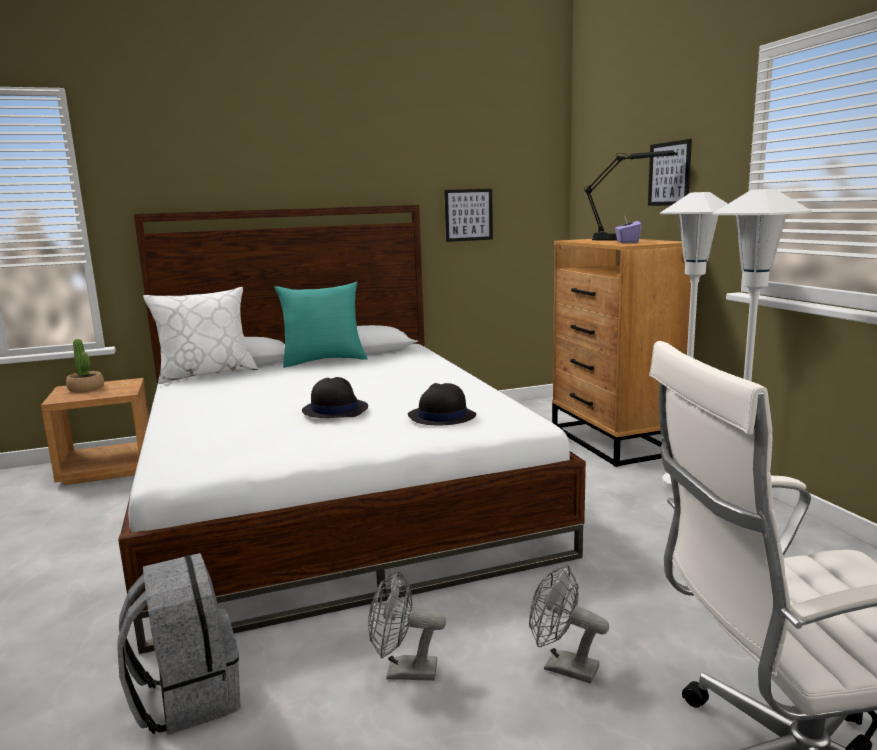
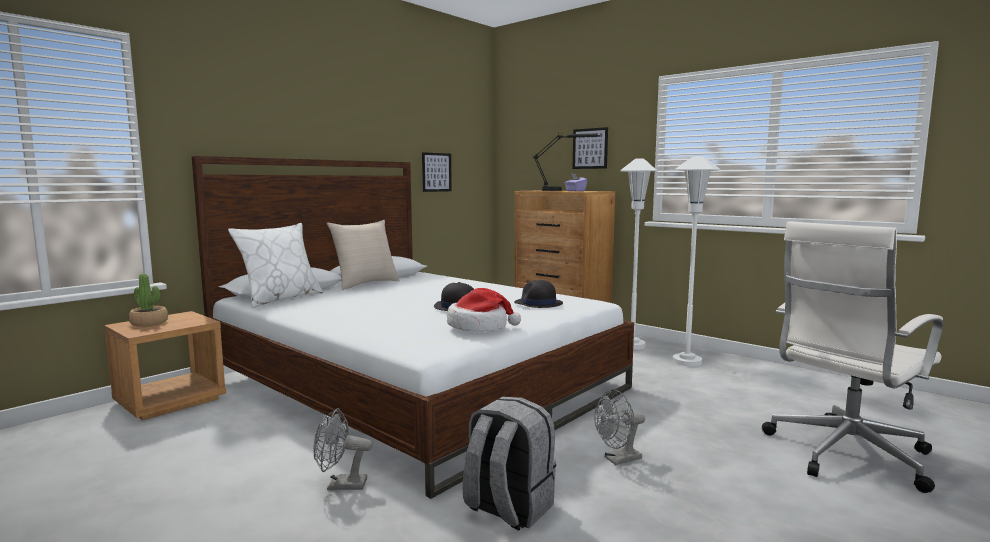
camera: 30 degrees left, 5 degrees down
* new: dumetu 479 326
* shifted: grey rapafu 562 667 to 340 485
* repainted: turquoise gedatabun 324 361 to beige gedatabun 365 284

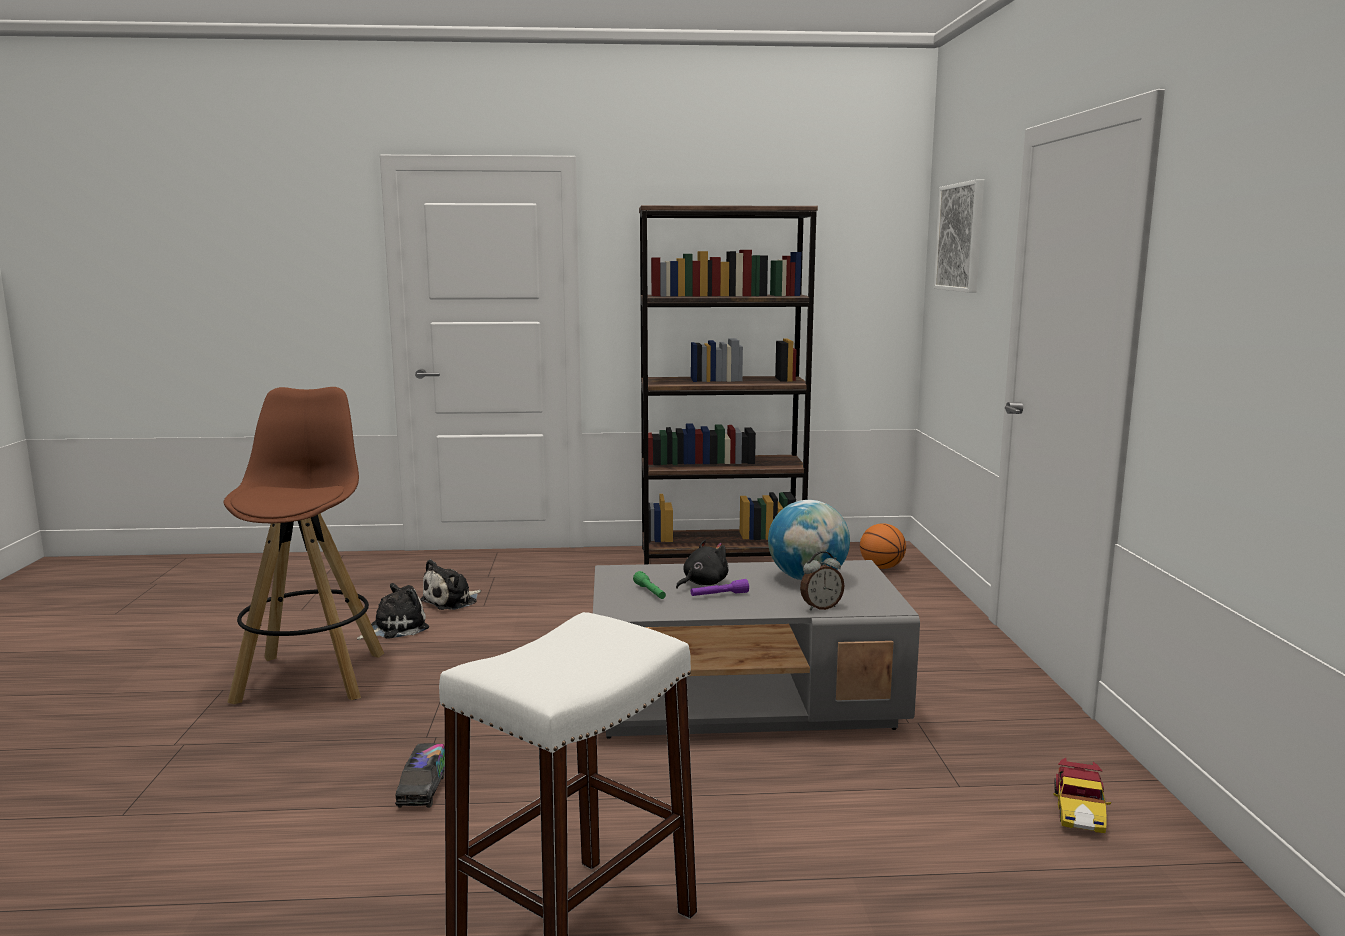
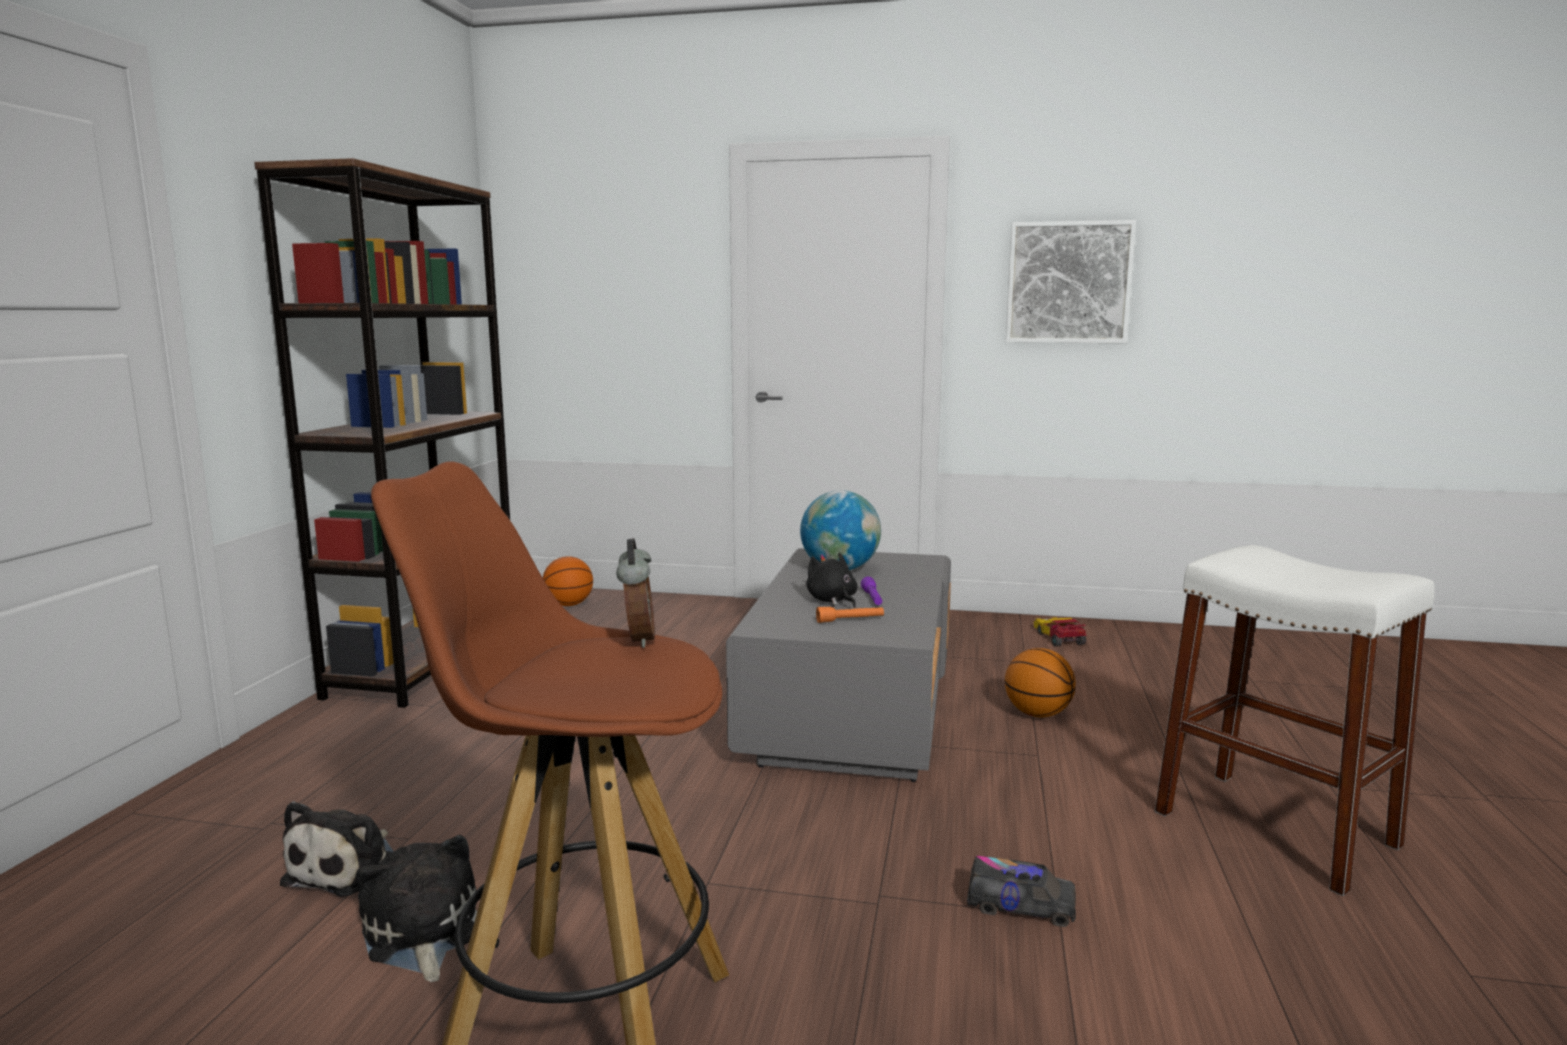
camera: 75 degrees left, 0 degrees up
* new: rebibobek 1037 714
* shifted: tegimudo 820 607 to 637 639
* shifted: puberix 961 237 to 1068 283
* repainted: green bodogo 650 592 to orange bodogo 850 620
* rotated: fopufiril 452 601 = 347 869 45 degrees clockwise
* rotated: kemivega 1079 811 = 1059 639 135 degrees counterclockwise

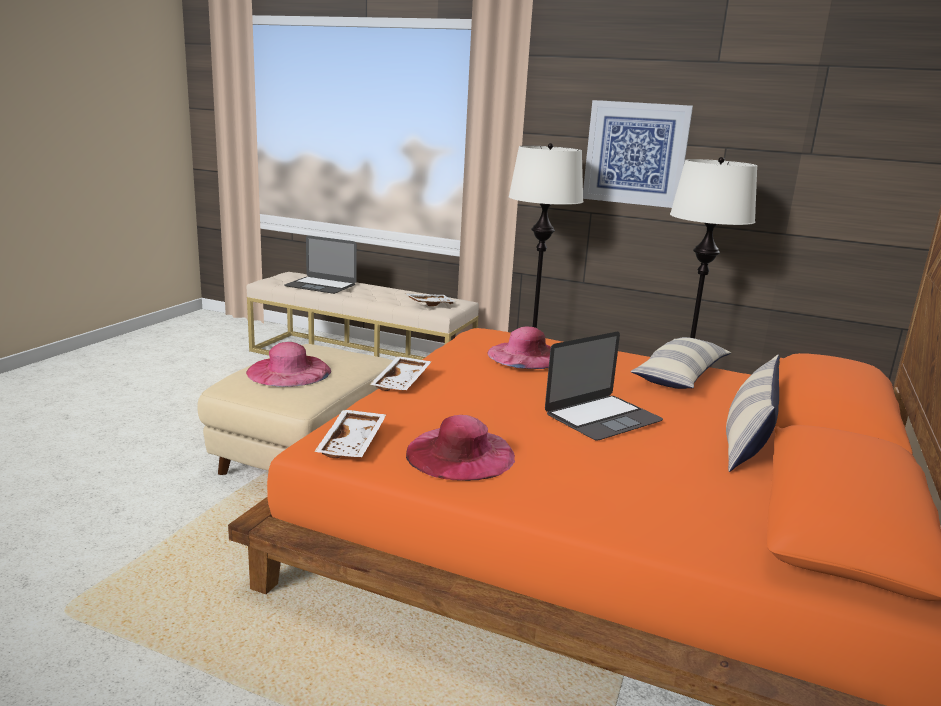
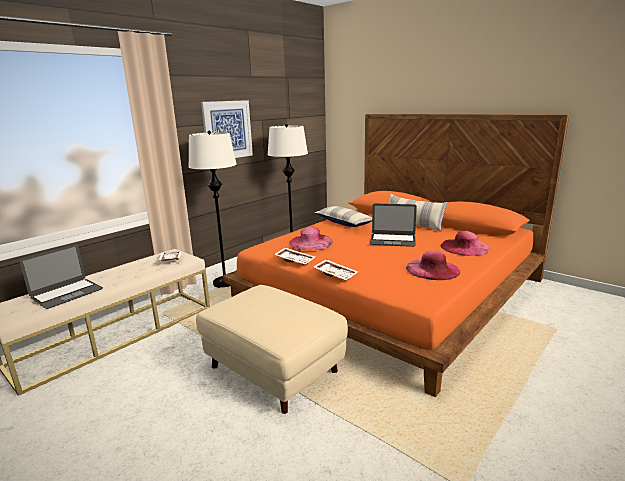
camera: 70 degrees left, 0 degrees up
* shifted: pink dumetu 289 371 to 464 247
* shifted: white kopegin 353 443 to 295 260
* rotated: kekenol 603 417 = 392 240 120 degrees clockwise

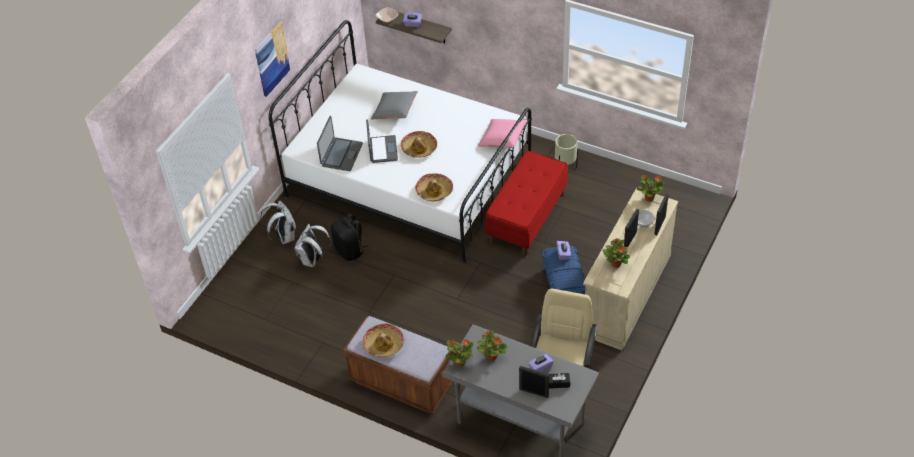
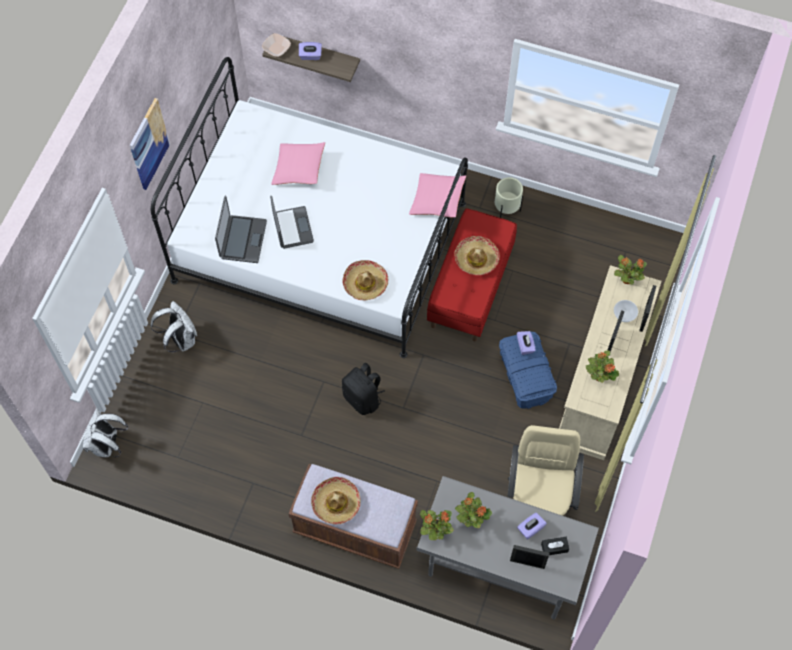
camera: 10 degrees left, 15 degrees up
* shifted: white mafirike 313 260 to 108 445
* shifted: black mafirike 350 250 to 363 398
* shifted: dumetu 419 148 to 476 259
* repainted: grey gedatabun 395 111 to pink gedatabun 299 169

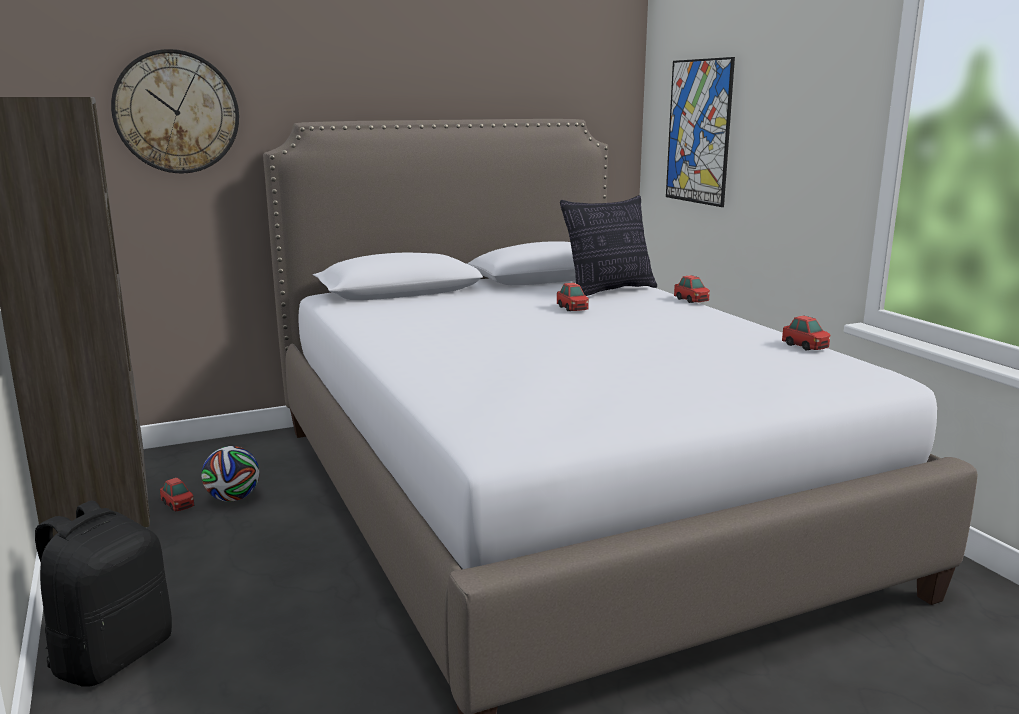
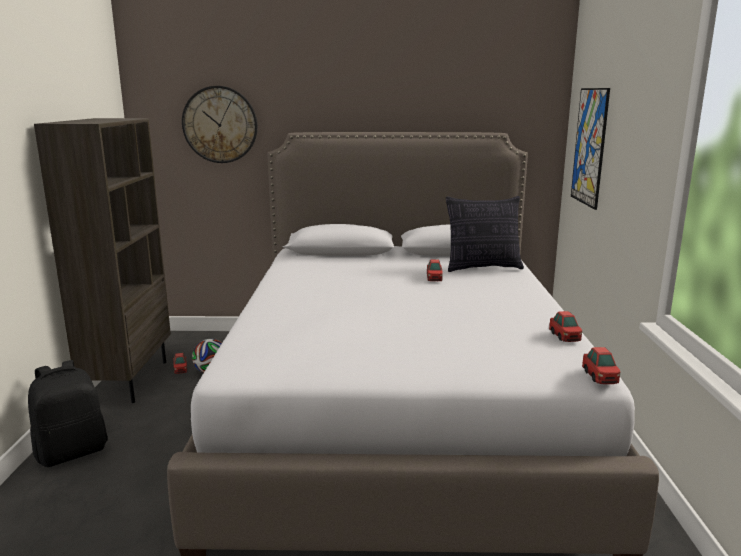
camera: 25 degrees right, 0 degrees up
* shifted: kemivega 691 300 to 600 377

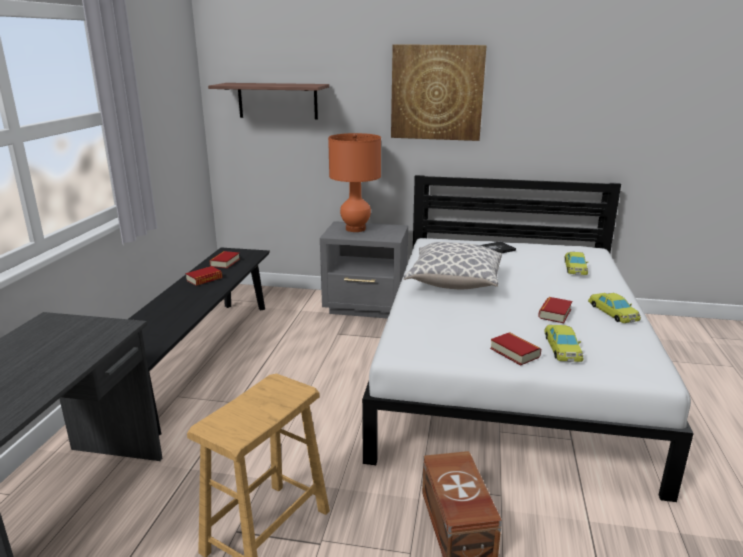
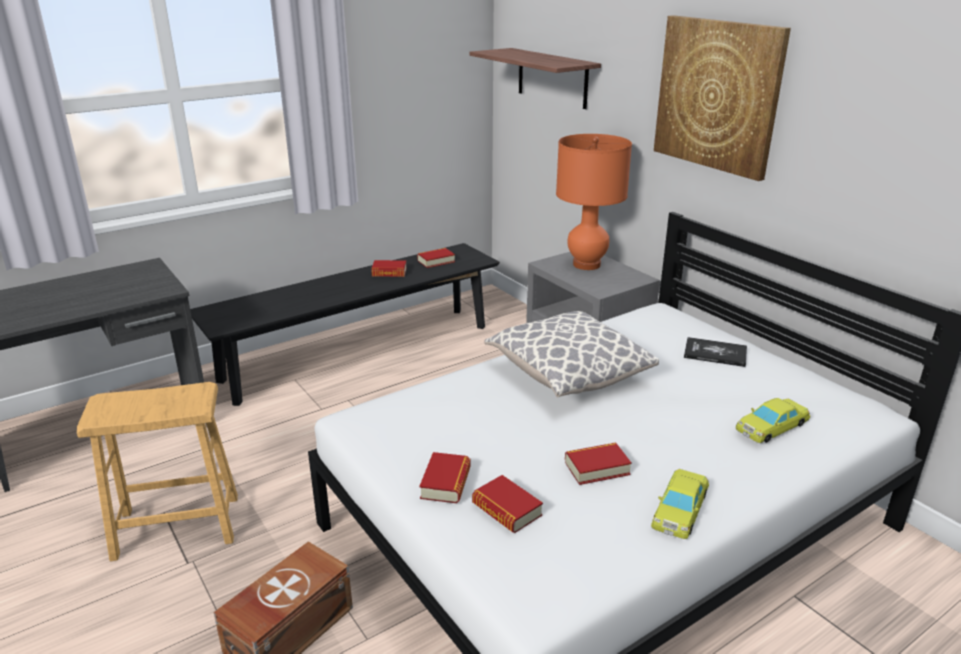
camera: 45 degrees right, 5 degrees up
* swapped: yellow kemivega 562 348 to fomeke 506 509

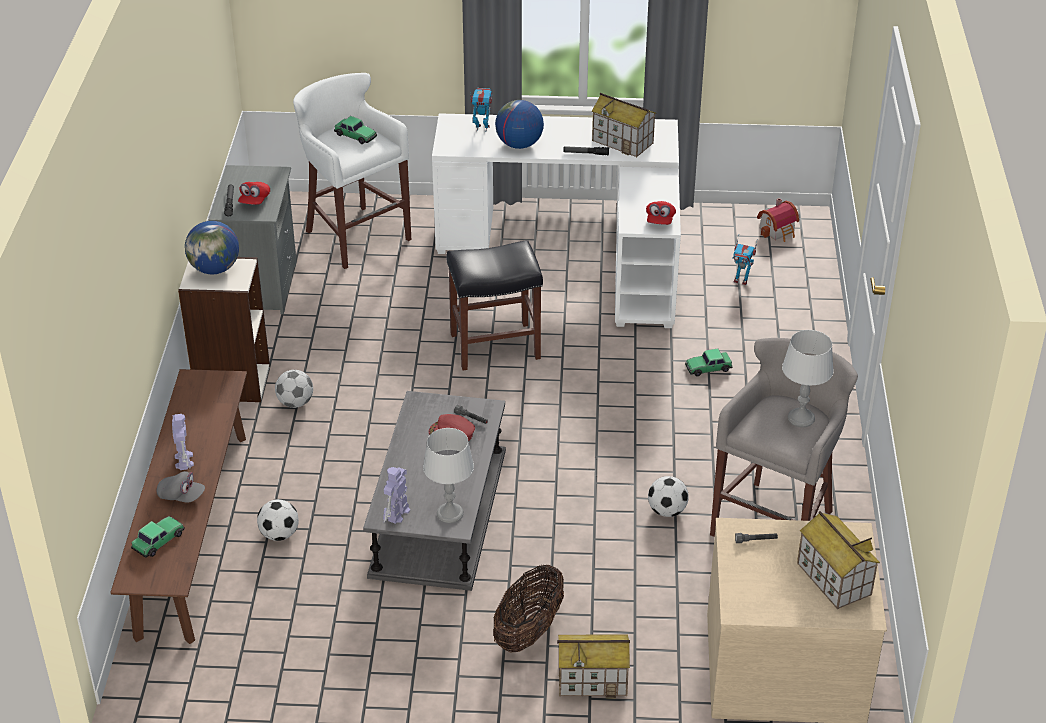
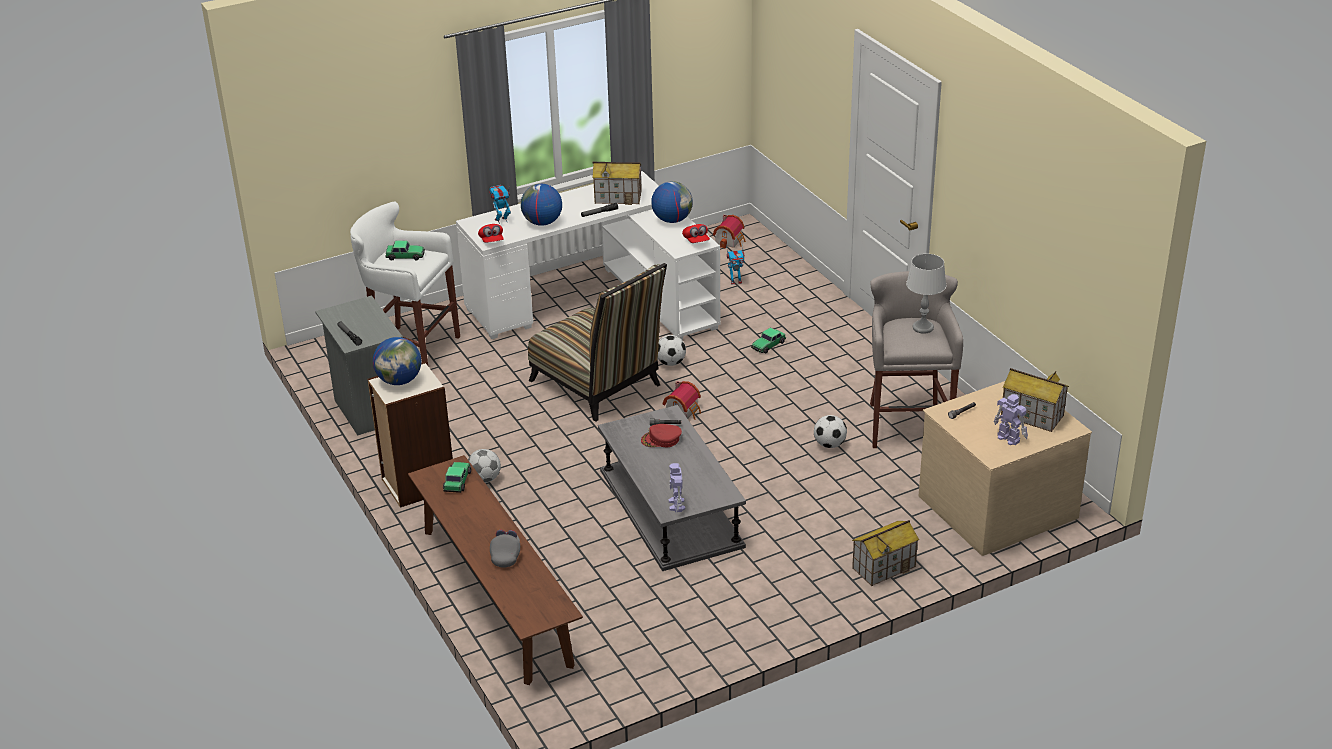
camera: 30 degrees left, 5 degrees down
* gone: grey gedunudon 450 514
* gone: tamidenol 528 631
* new: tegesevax 672 220
* new: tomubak 684 411
* shifted: kemivega 158 540 to 457 481
* shifted: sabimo 184 460 to 1008 438
* shifted: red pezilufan 254 201 to 491 241
* shifted: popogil 279 534 to 670 363
* swapped: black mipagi 494 347 to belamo 600 386
* rotated: grey pezilufan 181 496 = 506 555 75 degrees counterclockwise

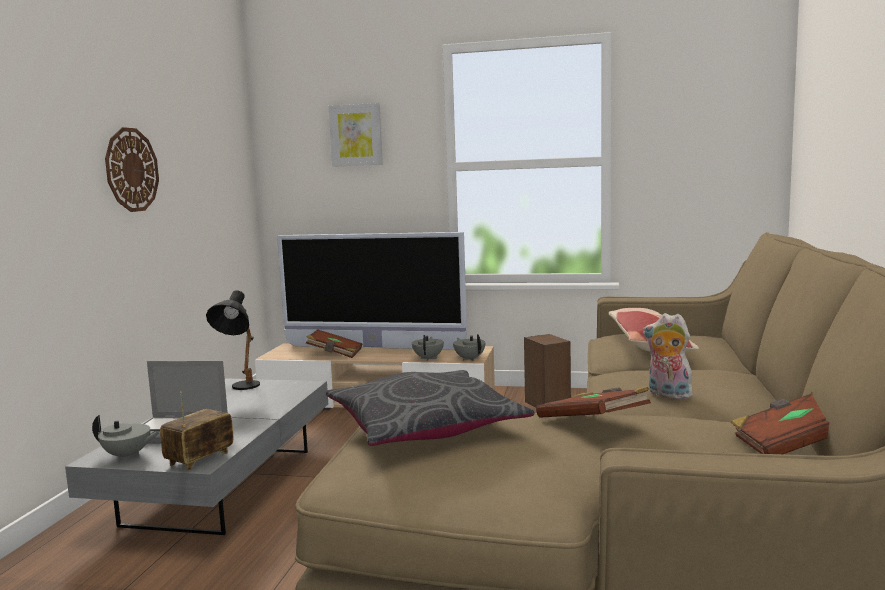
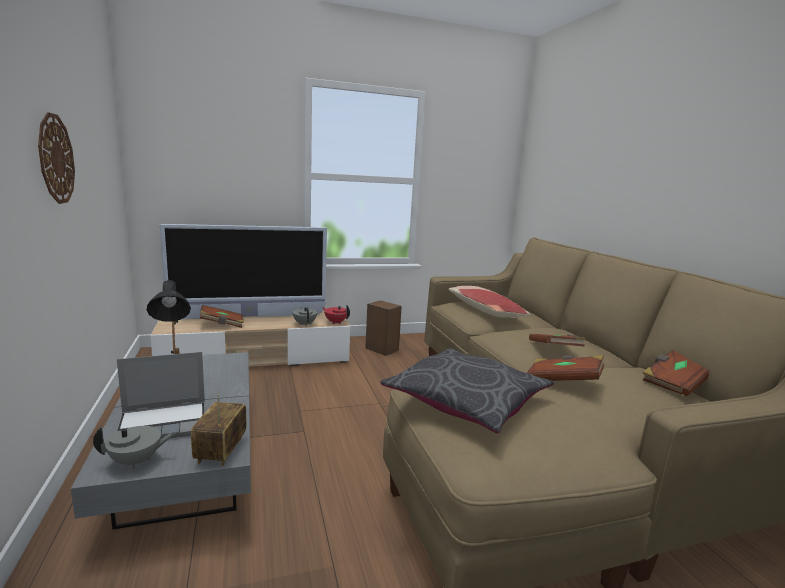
camera: 30 degrees left, 5 degrees up
* gone: puberix 356 135
* swapped: fopufiril 667 395 to brown fomeke 555 351
* repainted: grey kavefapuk 469 359 to red kavefapuk 336 322

